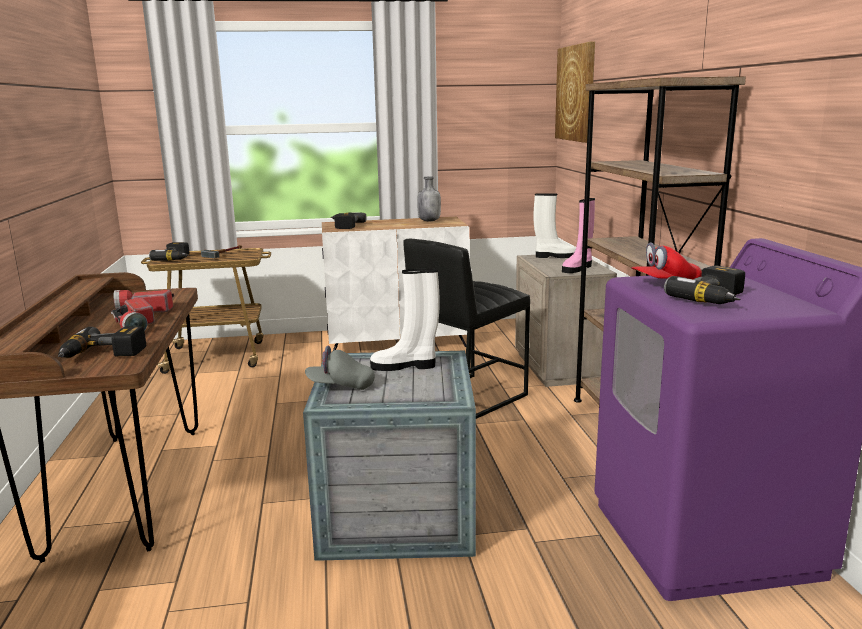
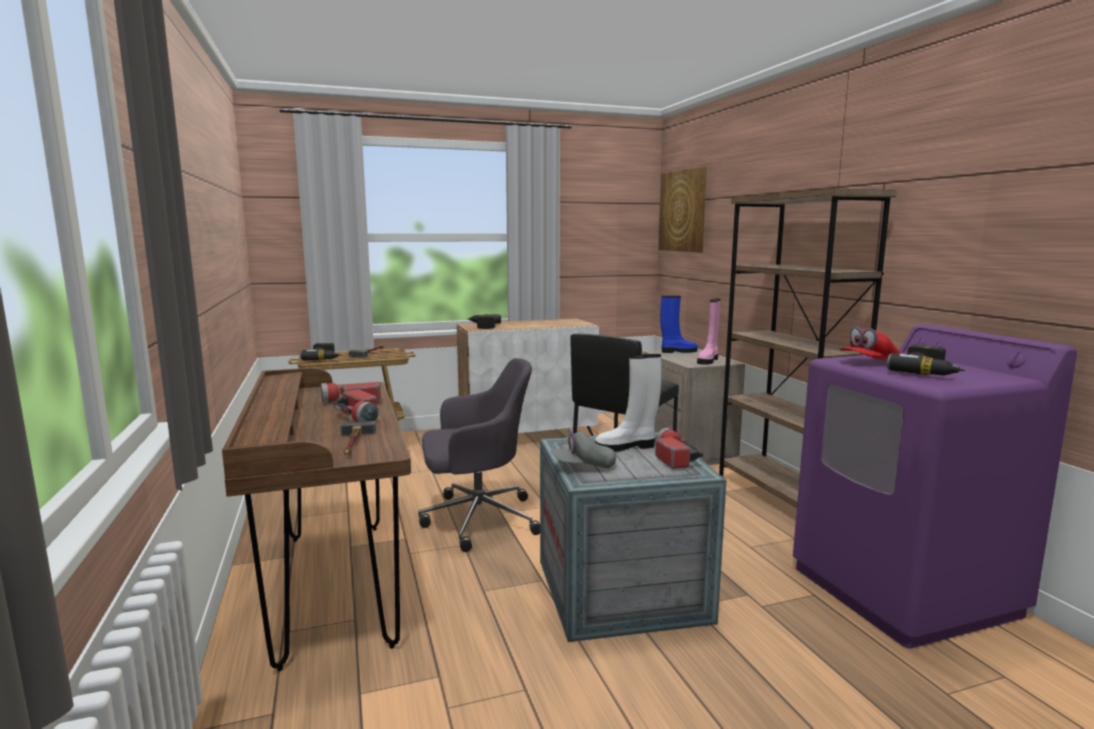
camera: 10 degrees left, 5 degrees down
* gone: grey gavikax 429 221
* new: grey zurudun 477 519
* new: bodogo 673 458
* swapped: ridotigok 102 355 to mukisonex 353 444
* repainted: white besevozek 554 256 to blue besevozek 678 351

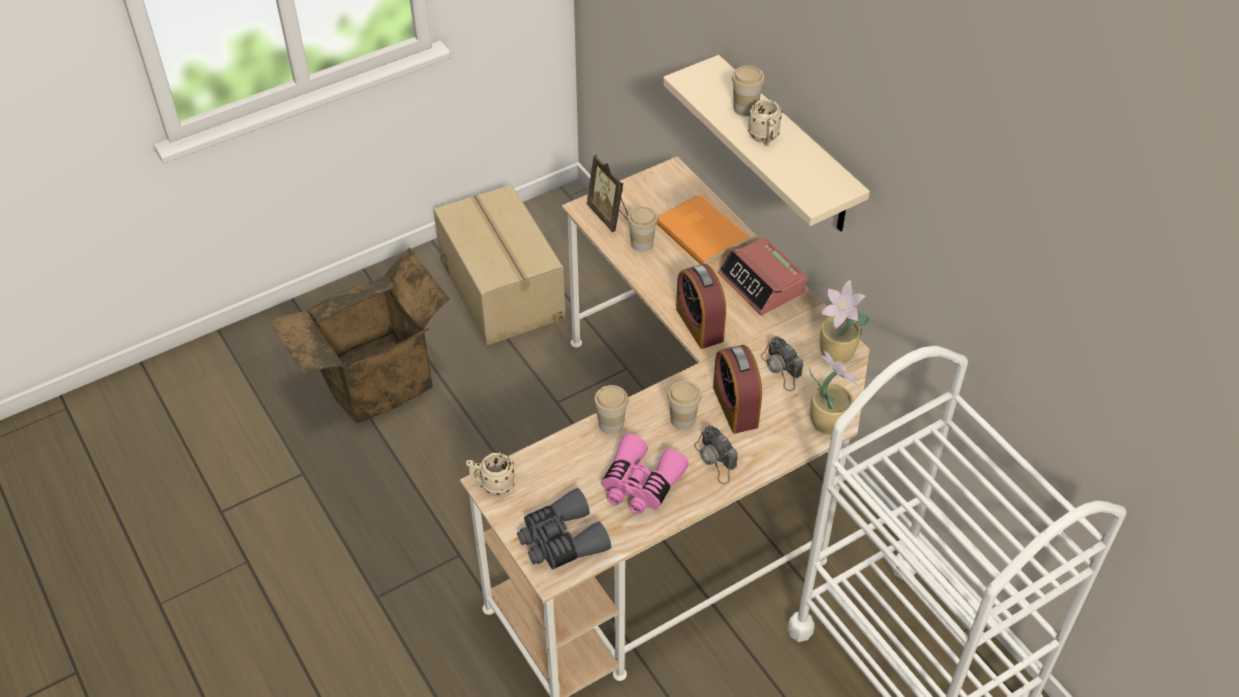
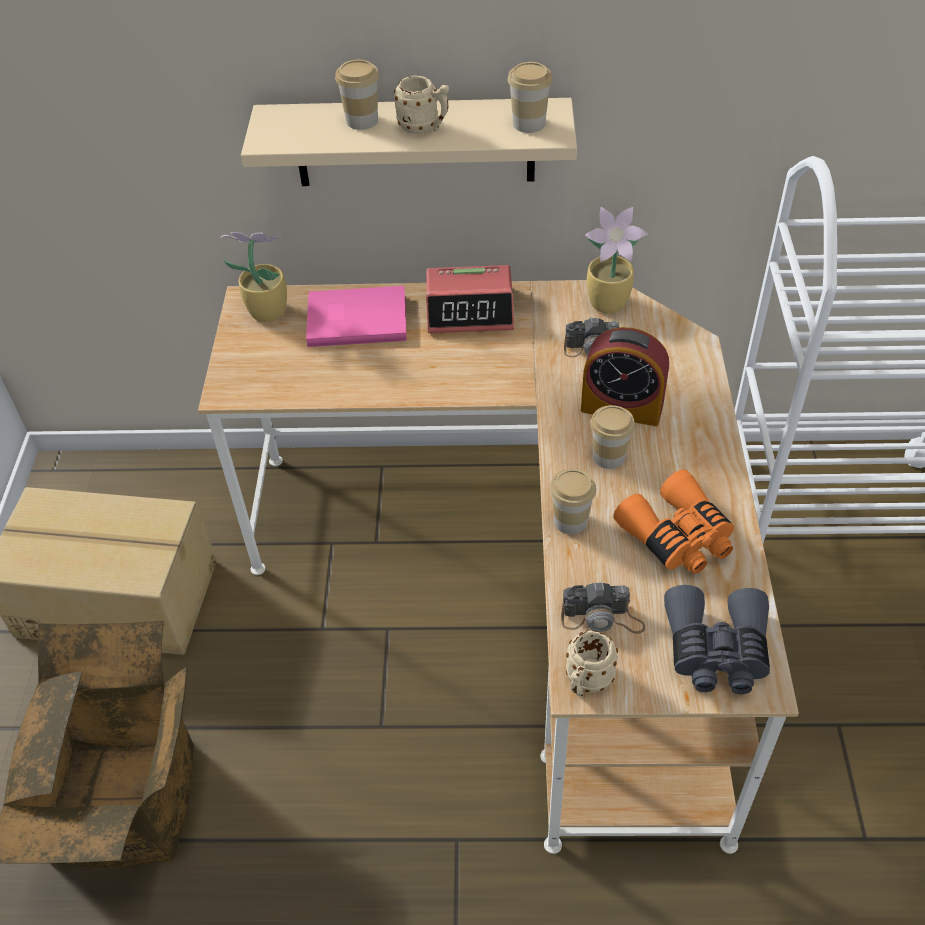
camera: 55 degrees left, 0 degrees up
* gone: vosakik 609 216
* gone: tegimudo 699 324
* shifted: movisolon 642 243 to 529 124
* shifted: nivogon 716 460 to 602 618
* shifted: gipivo 827 421 to 266 311
* repainted: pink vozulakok 640 485 to orange vozulakok 678 537
* repainted: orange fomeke 702 231 to pink fomeke 355 318

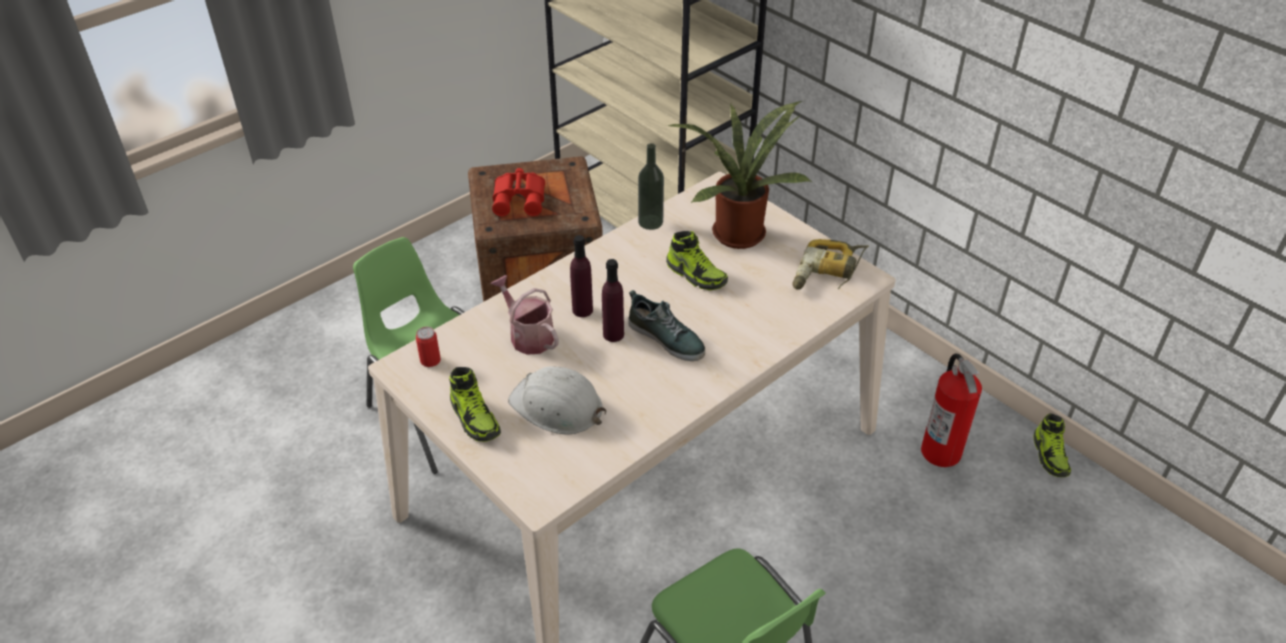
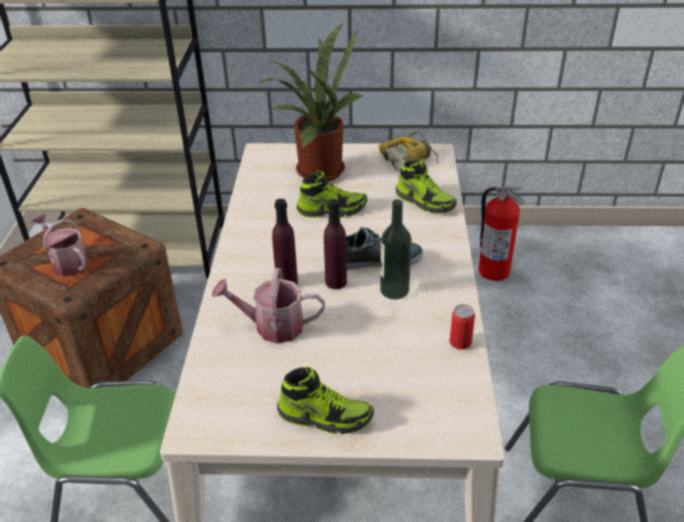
camera: 45 degrees left, 5 degrees down
* gone: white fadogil 557 406
* shifted: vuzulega 430 360 to 460 342
* shifted: gavikax 650 222 to 394 290
* shifted: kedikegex 1050 456 to 425 202
* swapped: red vozulakok 520 199 to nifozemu 67 262

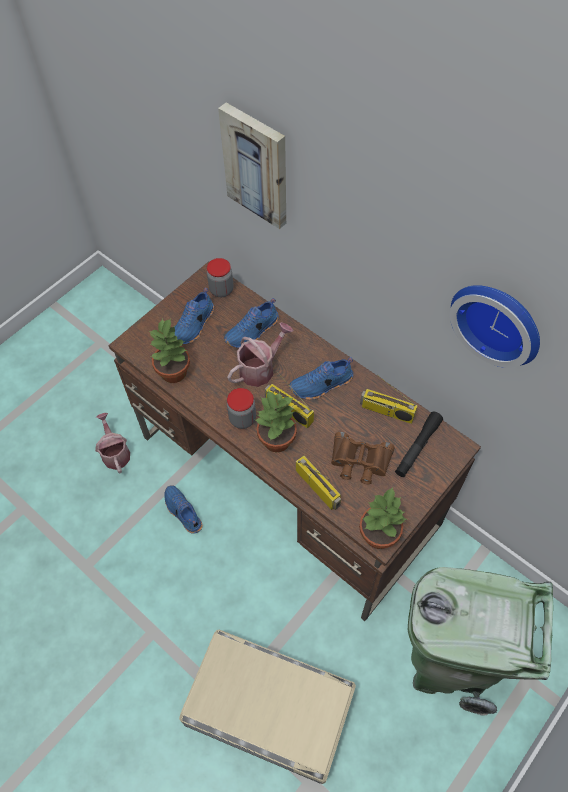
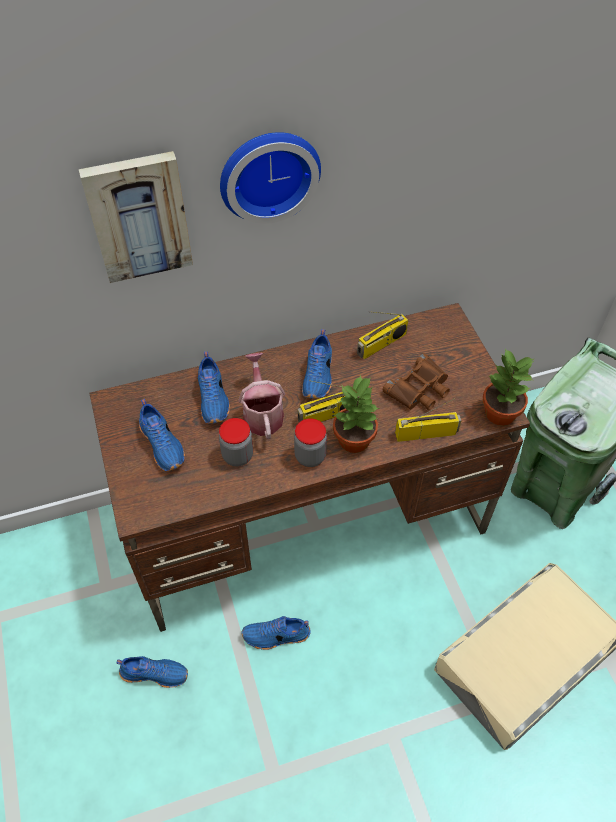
camera: 60 degrees left, 5 degrees down
* gone: gipivo 174 372
* gone: black bodogo 417 447
* shifted: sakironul 221 290 to 237 455
* shifted: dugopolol 498 320 to 268 173
* swapped: nifozemu 115 452 to blue kedikegex 155 673

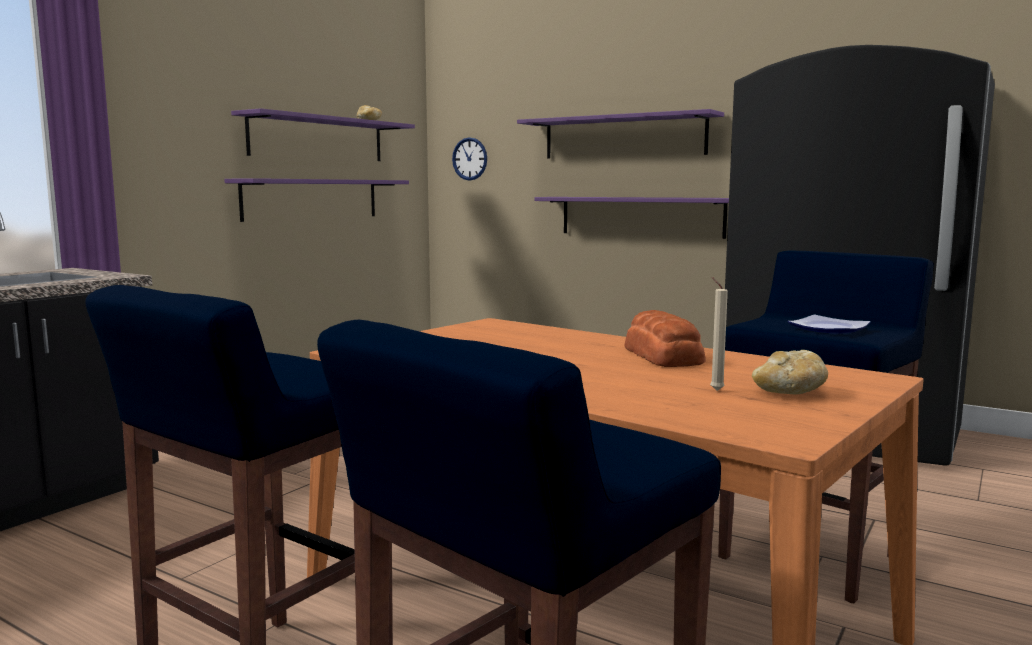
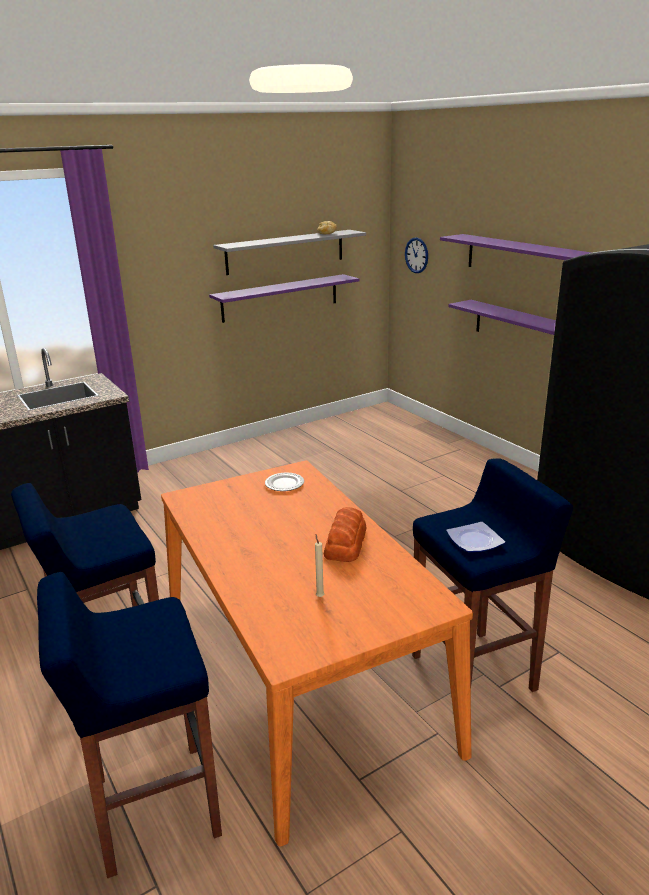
camera: 25 degrees right, 15 degrees up
* gone: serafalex 789 392
* new: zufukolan 284 484
* repainted: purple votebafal 318 139 to grey votebafal 285 251

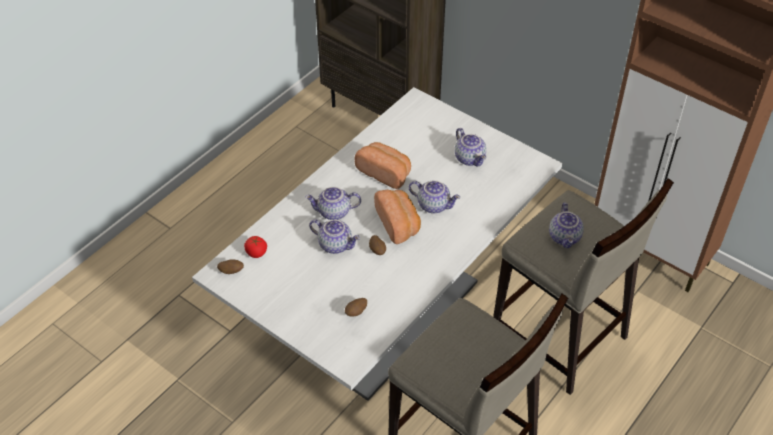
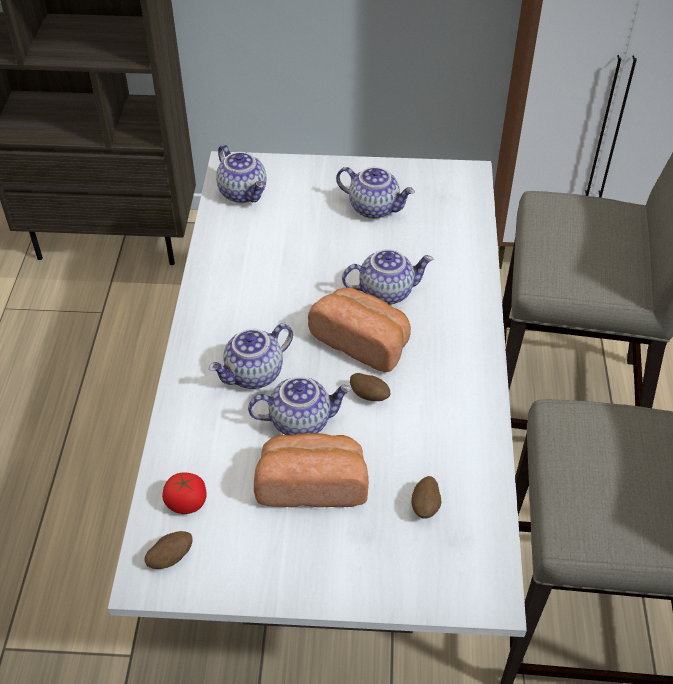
camera: 35 degrees left, 0 degrees up
* shifted: serafalex 385 172 to 312 483
* shifted: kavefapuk 565 237 to 244 193

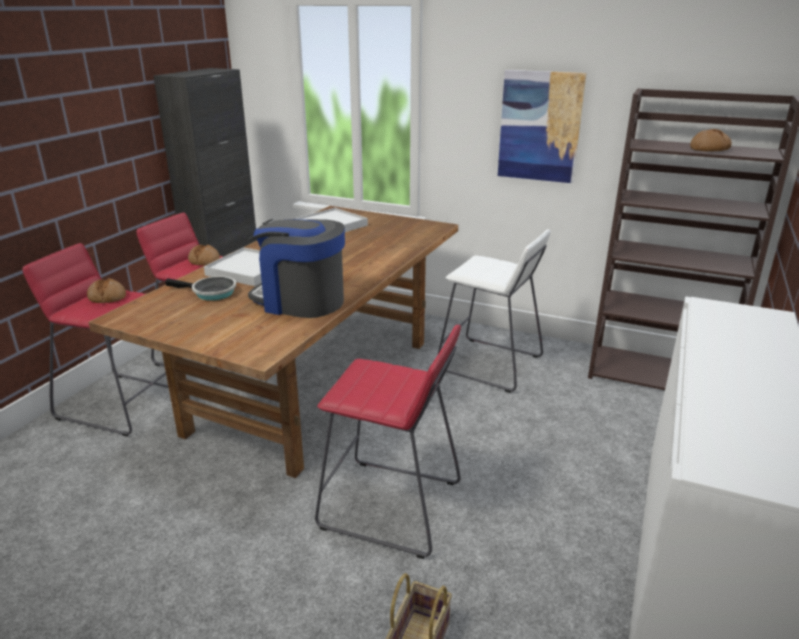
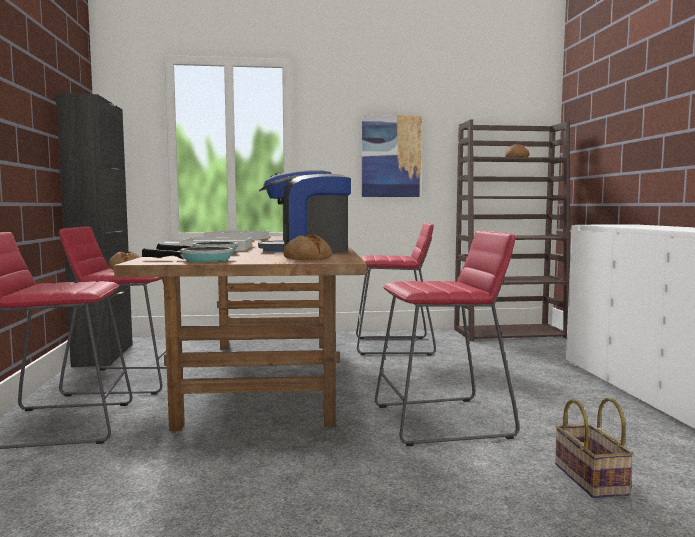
camera: 30 degrees left, 20 degrees down
* new: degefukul 201 260
* shifted: serafalex 107 297 to 307 258
* repainted: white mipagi 489 364 to red mipagi 394 346

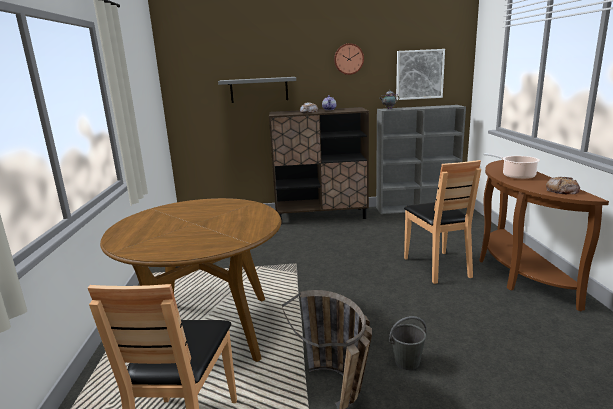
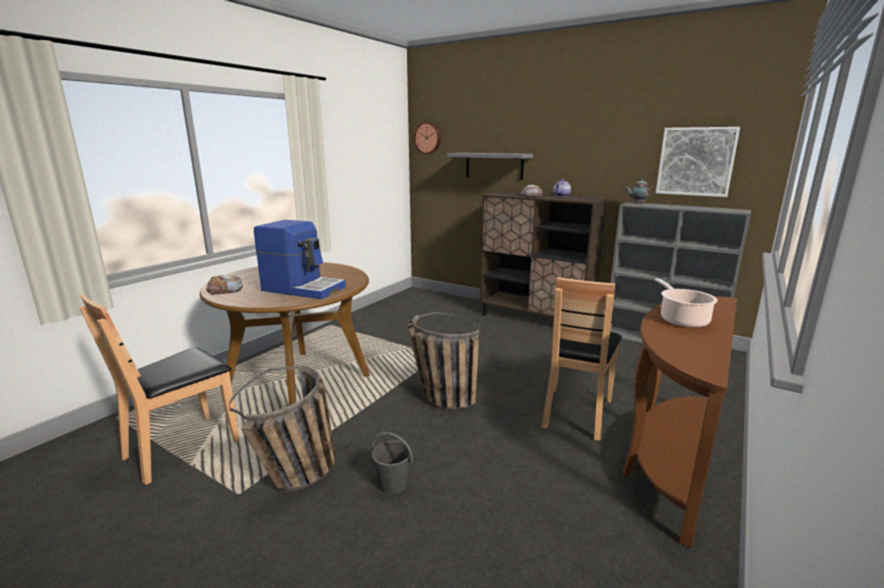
camera: 35 degrees right, 0 degrees up
* new: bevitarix 303 288
* new: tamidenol 438 396
* shifted: dugopolol 348 59 to 428 138
* shifted: serafalex 562 190 to 225 290

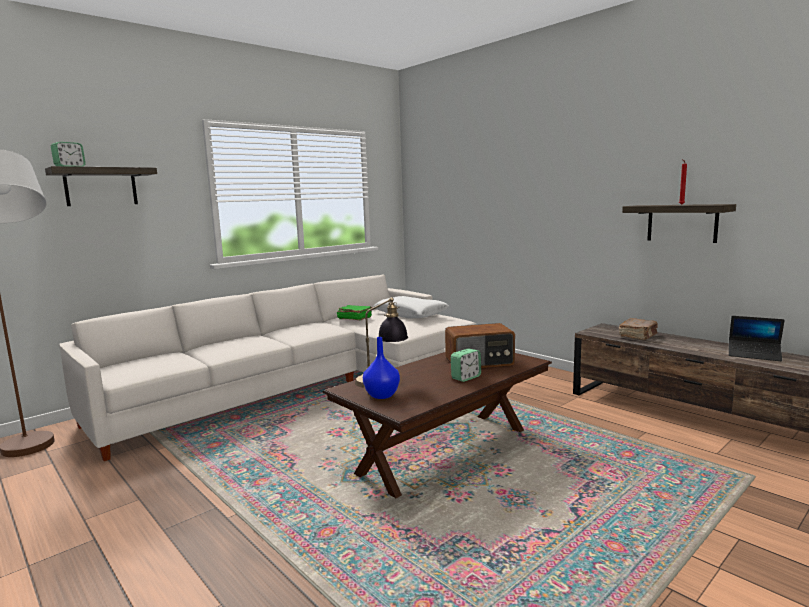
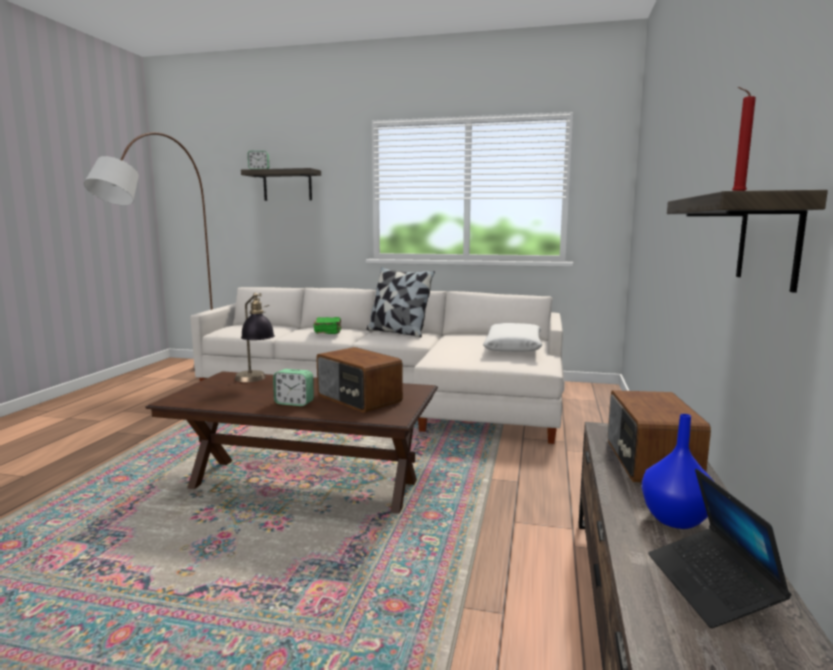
camera: 55 degrees right, 0 degrees up
* new: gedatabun 398 332
* shifted: green fomeke 354 318 to 328 332
* shifted: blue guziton 382 395 to 676 519
* swapped: brown fomeke 638 336 to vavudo 649 462

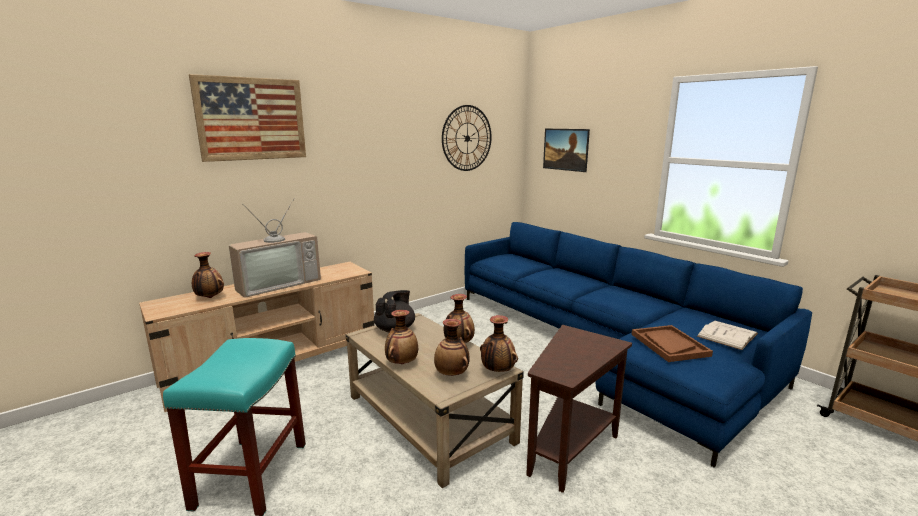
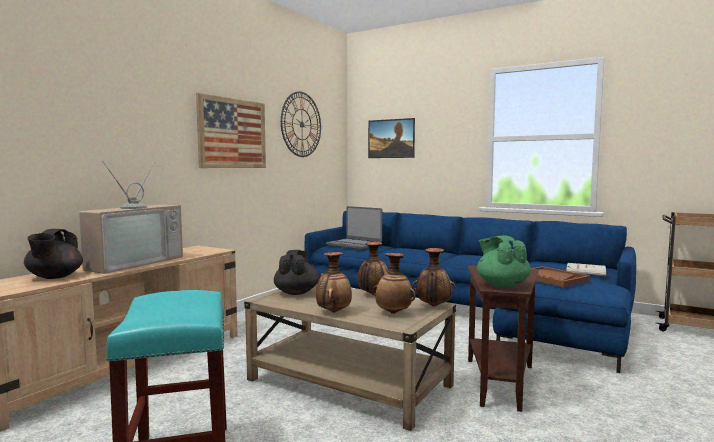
camera: 20 degrees left, 10 degrees down
* new: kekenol 354 245
* new: green kavefapuk 502 285
* shifted: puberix 251 119 to 232 133
* swapped: guziton 209 297 to black kavefapuk 54 277

